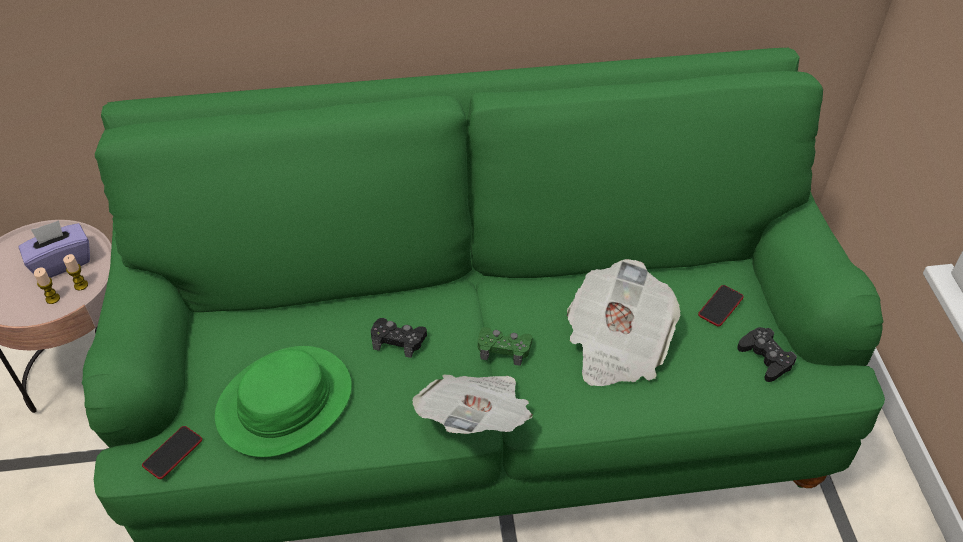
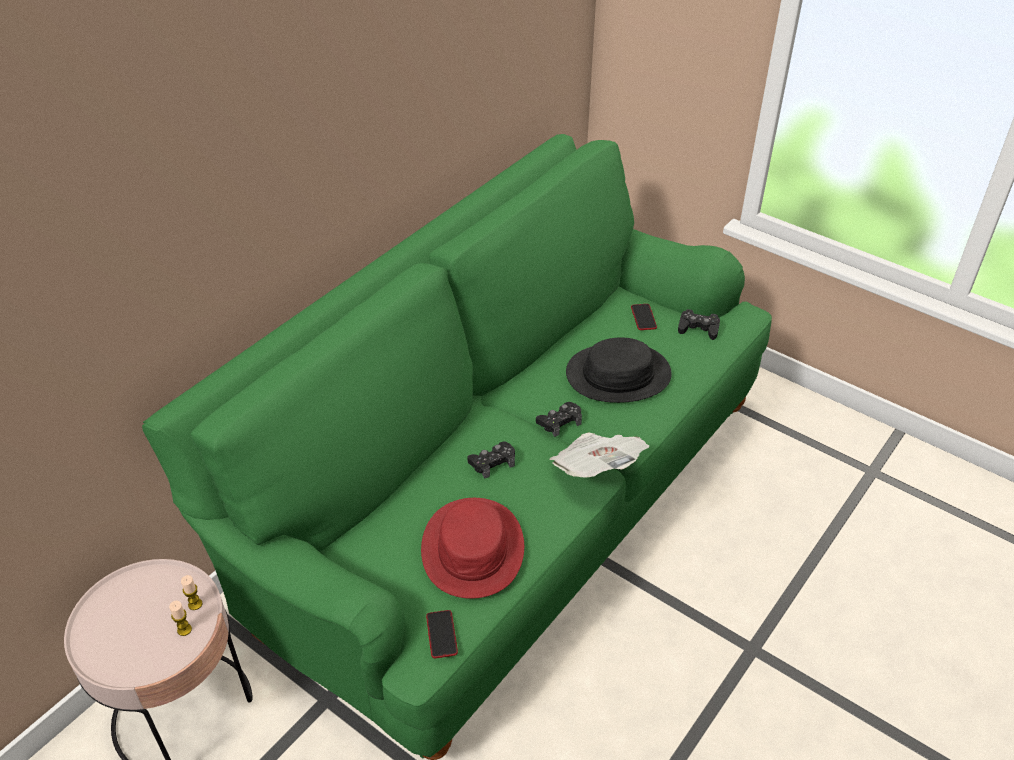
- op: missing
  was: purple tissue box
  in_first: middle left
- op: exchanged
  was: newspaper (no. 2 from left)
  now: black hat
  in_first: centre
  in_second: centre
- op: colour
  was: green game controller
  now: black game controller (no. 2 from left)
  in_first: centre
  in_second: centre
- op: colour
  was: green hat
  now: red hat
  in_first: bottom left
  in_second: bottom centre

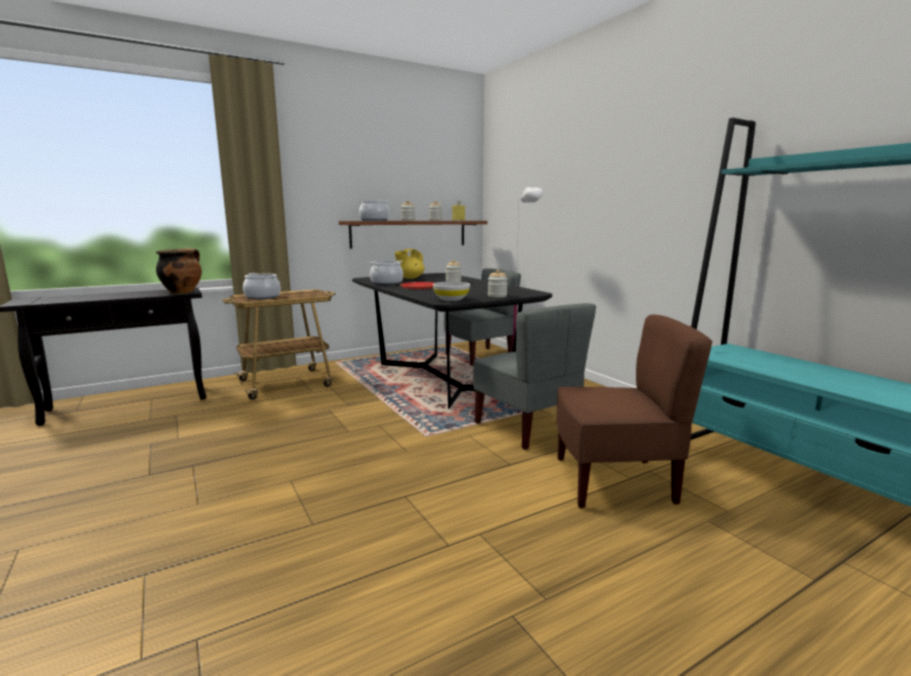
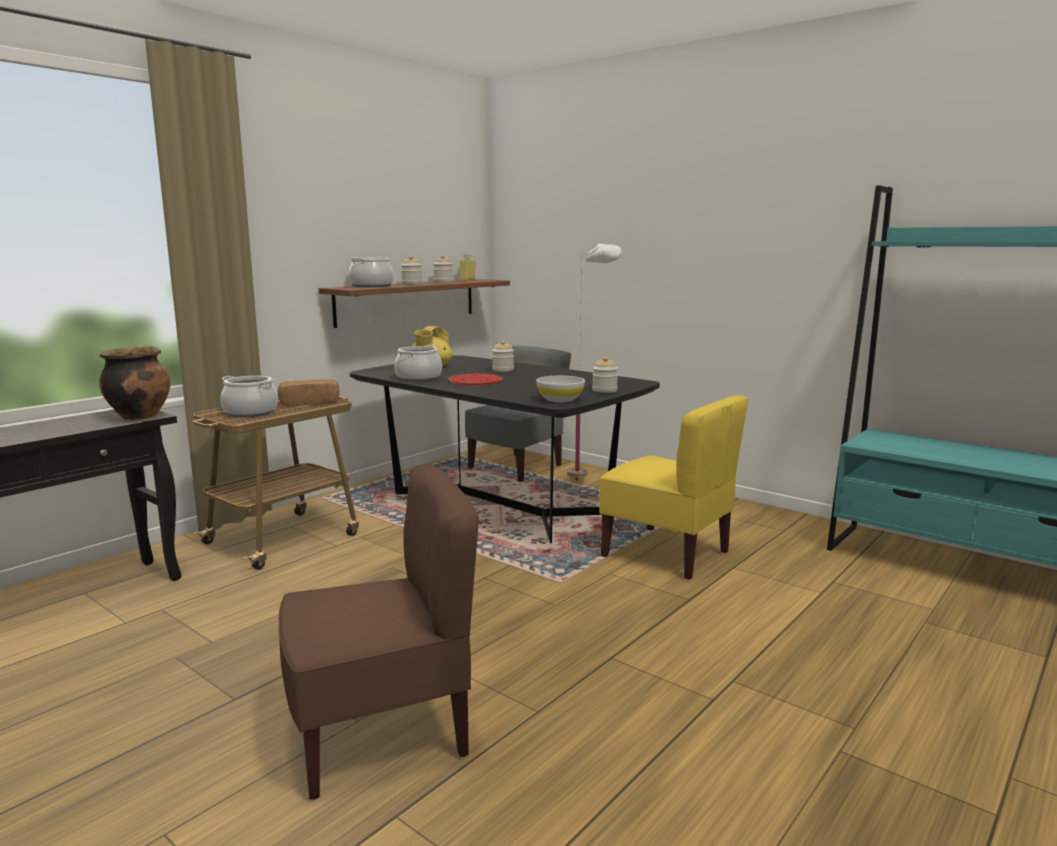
- op: colour
  was: grey chair (no. 2 from left)
  now: yellow chair
  in_first: centre
  in_second: centre
- op: relocated
  was: brown chair
  in_first: middle right
  in_second: bottom centre
- op: appeared
  now: bread
  in_second: middle left

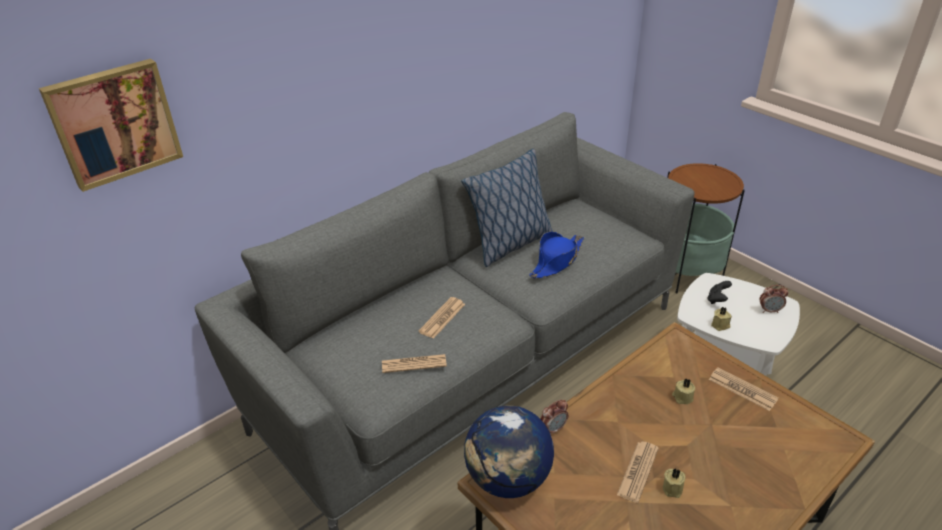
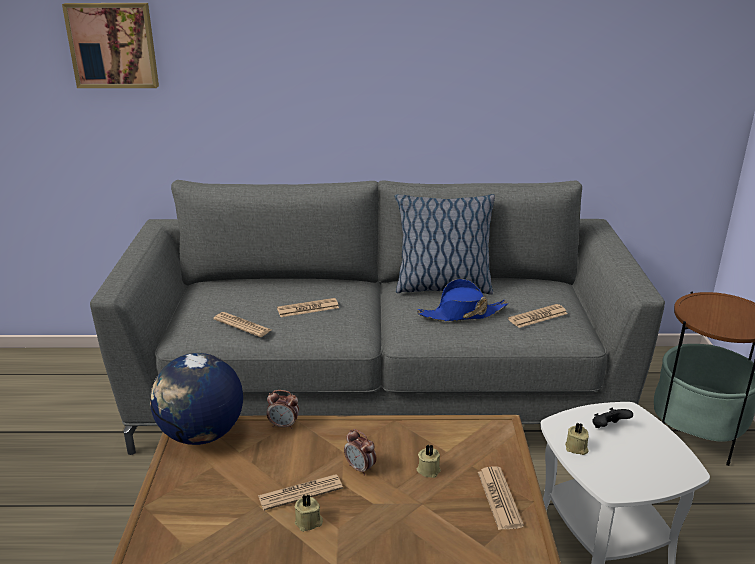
- op: relocated
  was: alarm clock (no. 2 from left)
  in_first: middle right
  in_second: bottom centre
- op: appeared
  now: newspaper (no. 5 from left)
  in_second: middle right

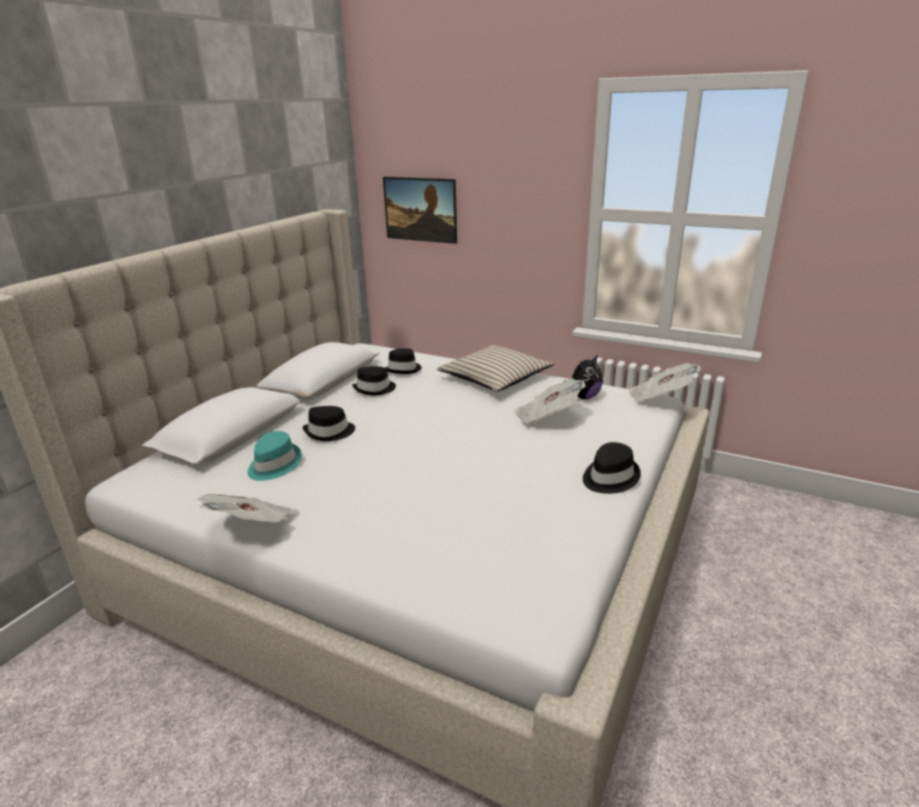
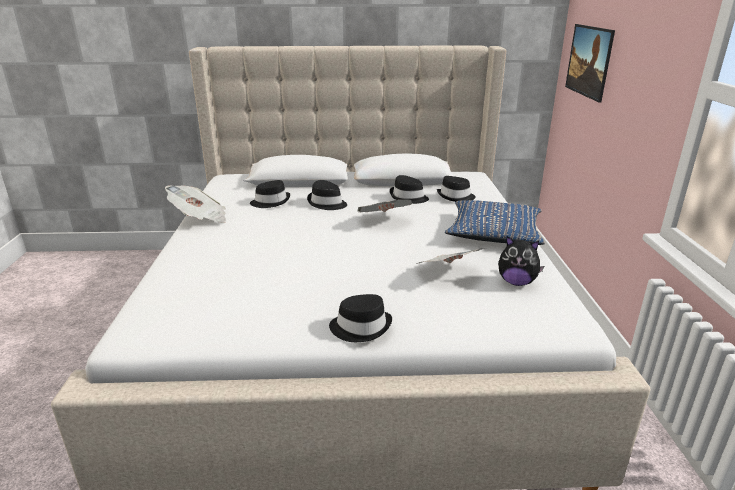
- op: colour
  was: beige pillow
  now: blue pillow
  in_first: centre
  in_second: middle right
- op: relocated
  was: newspaper (no. 3 from left in the first image)
  now: newspaper (no. 2 from left)
  in_first: middle right
  in_second: centre
- op: colour
  was: turquoise hat
  now: black hat (no. 1 from left)
  in_first: middle left
  in_second: centre

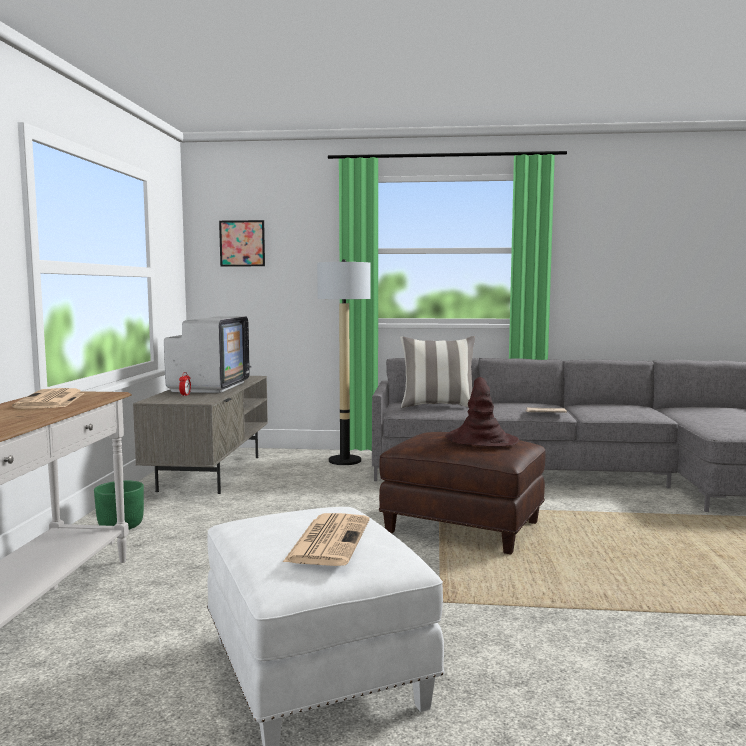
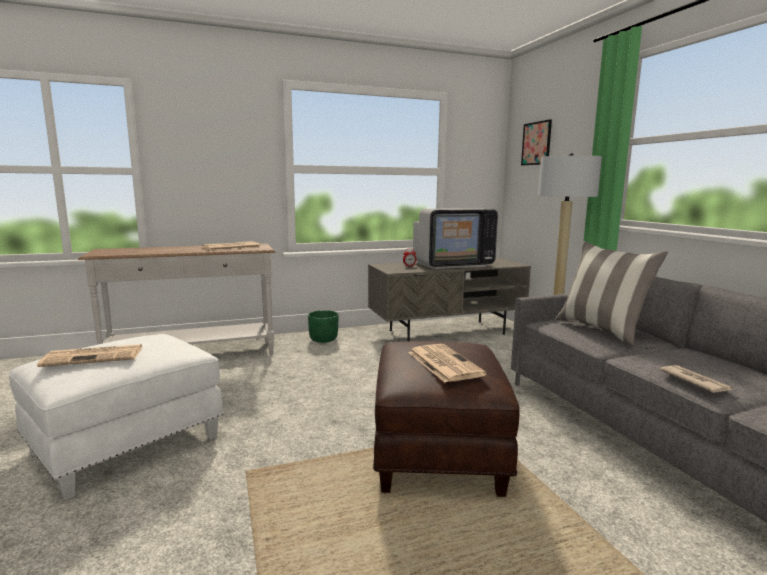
- op: exchanged
  was: brown hat
  now: newspaper (no. 3 from left)
  in_first: centre
  in_second: centre

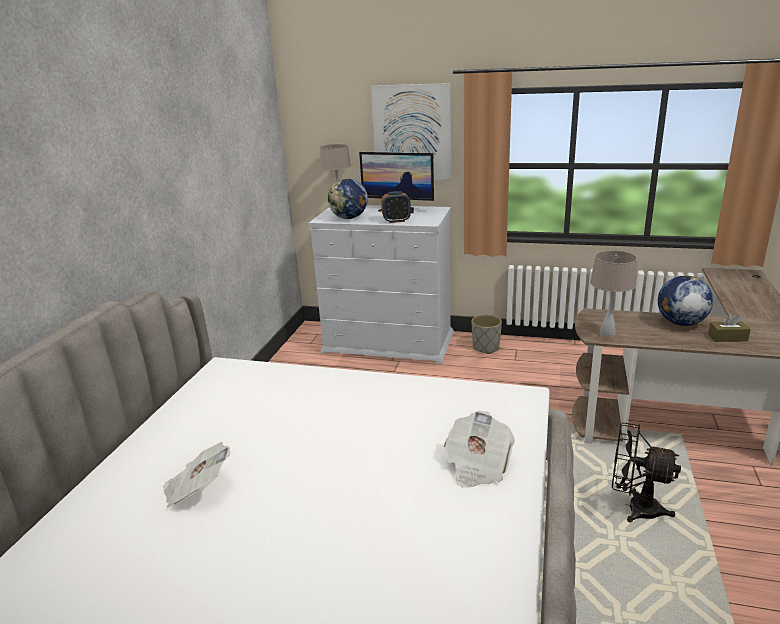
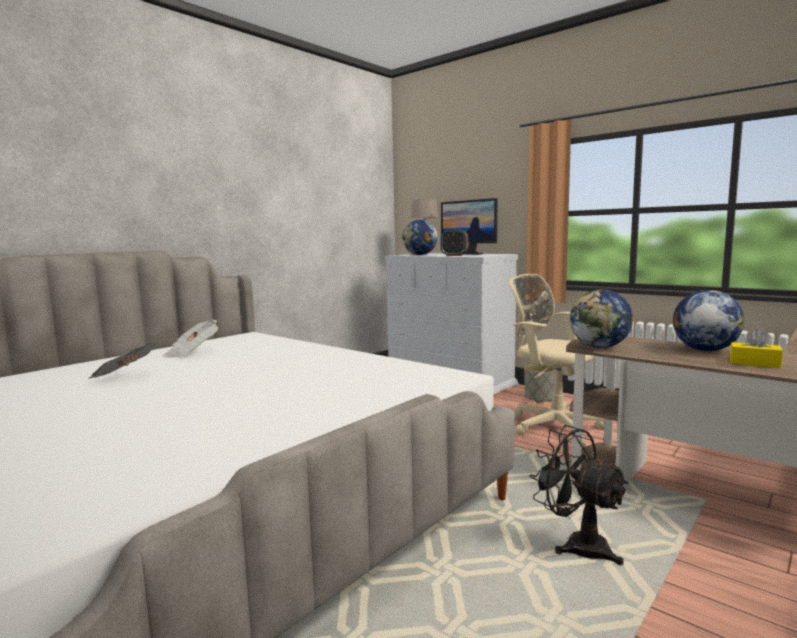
- op: missing
  was: picture
  in_first: top centre
- op: exchanged
  was: beige table lamp (no. 2 from left)
  now: globe (no. 2 from left)
  in_first: middle right
  in_second: middle right
- op: colour
  was: brown tissue box
  now: yellow tissue box
  in_first: middle right
  in_second: middle right
- op: relocated
  was: newspaper (no. 2 from left)
  in_first: bottom centre
  in_second: middle left
- op: appeared
  now: beige office chair
  in_second: middle right

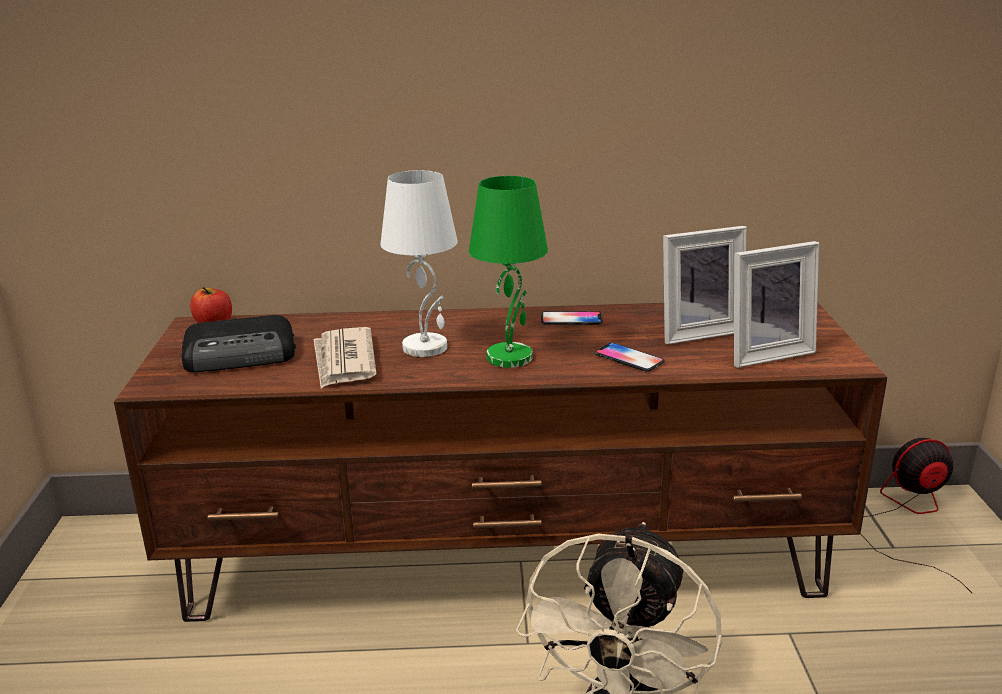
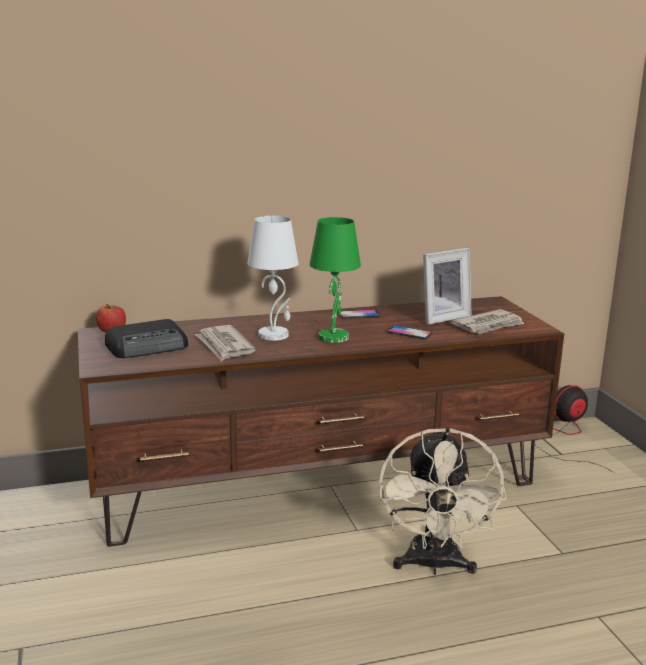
- op: exchanged
  was: picture frame (no. 2 from left)
  now: newspaper (no. 2 from left)
  in_first: middle right
  in_second: middle right

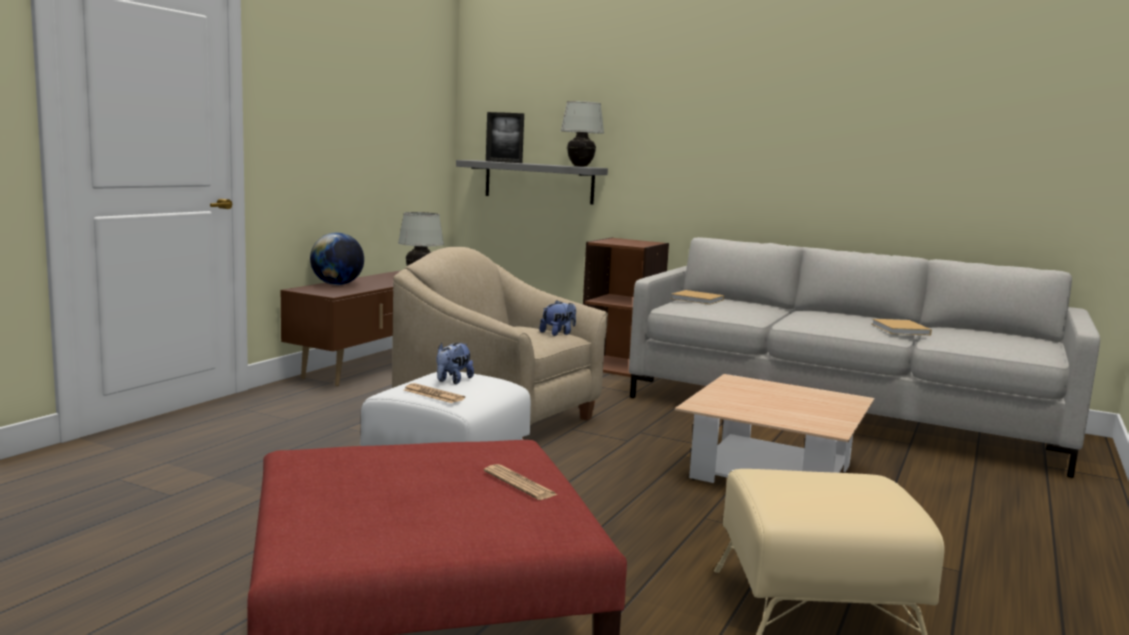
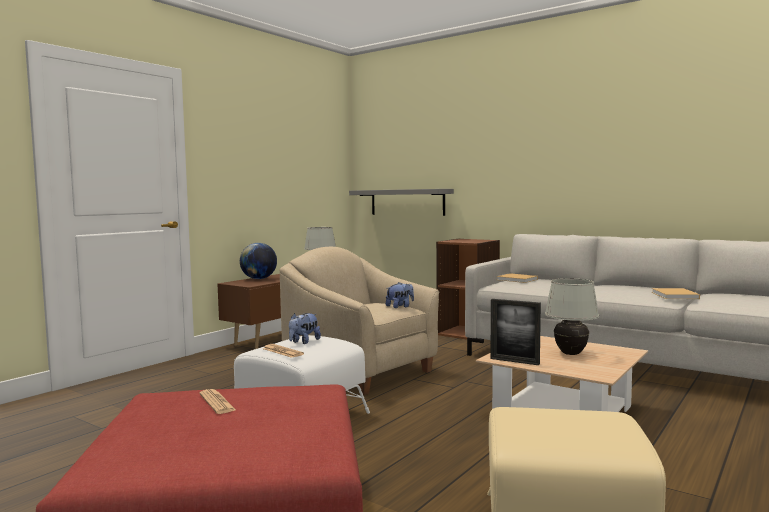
- op: relocated
  was: white table lamp (no. 2 from left)
  in_first: top centre
  in_second: middle right
- op: relocated
  was: picture frame
  in_first: top centre
  in_second: middle right
- op: relocated
  was: newspaper (no. 2 from left in the first image)
  now: newspaper (no. 1 from left)
  in_first: bottom centre
  in_second: bottom left

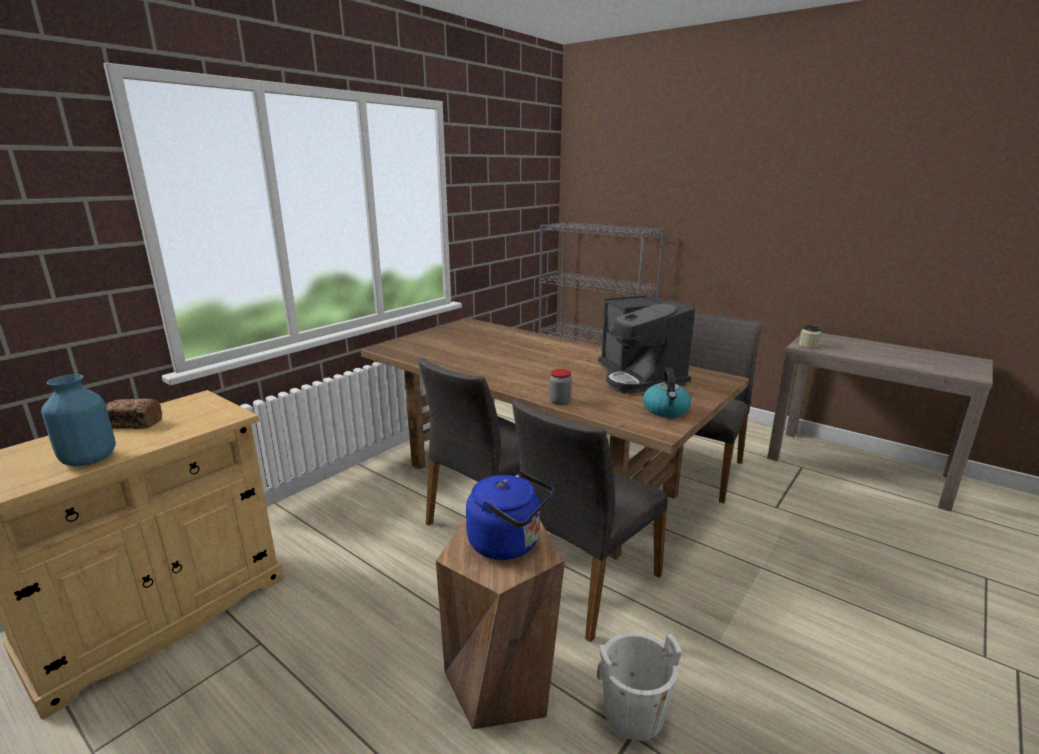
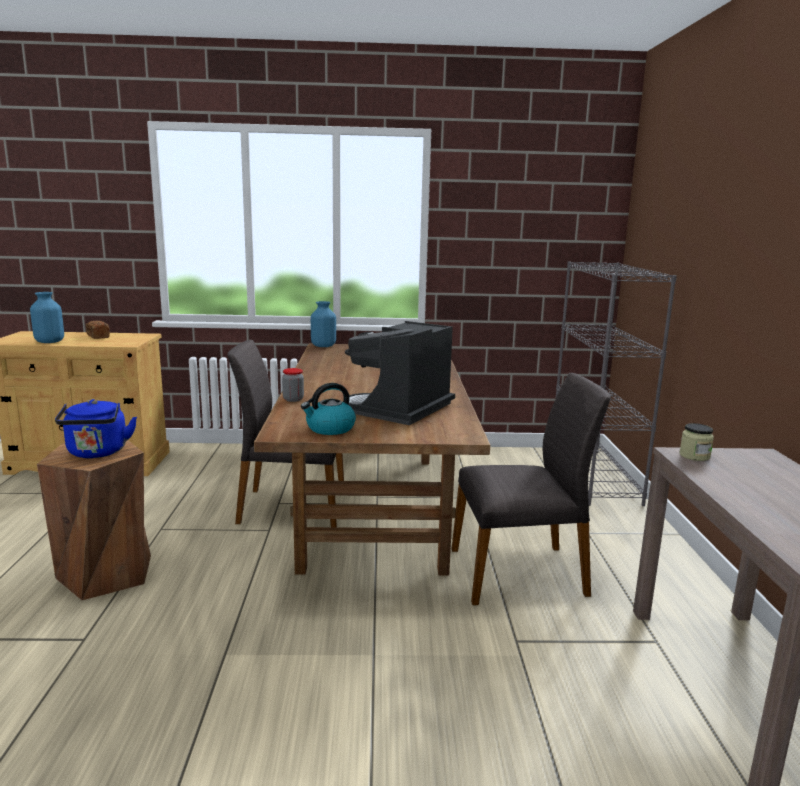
- op: missing
  was: grey chair (no. 2 from left)
  in_first: bottom centre
- op: missing
  was: white bucket
  in_first: bottom centre
- op: appeared
  now: blue vase (no. 2 from left)
  in_second: centre

